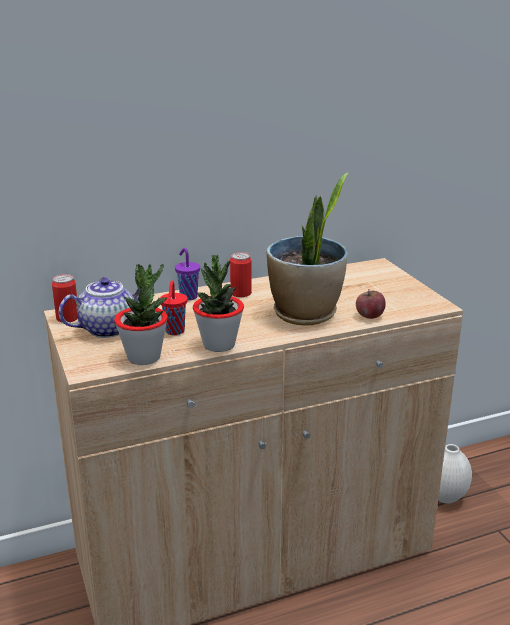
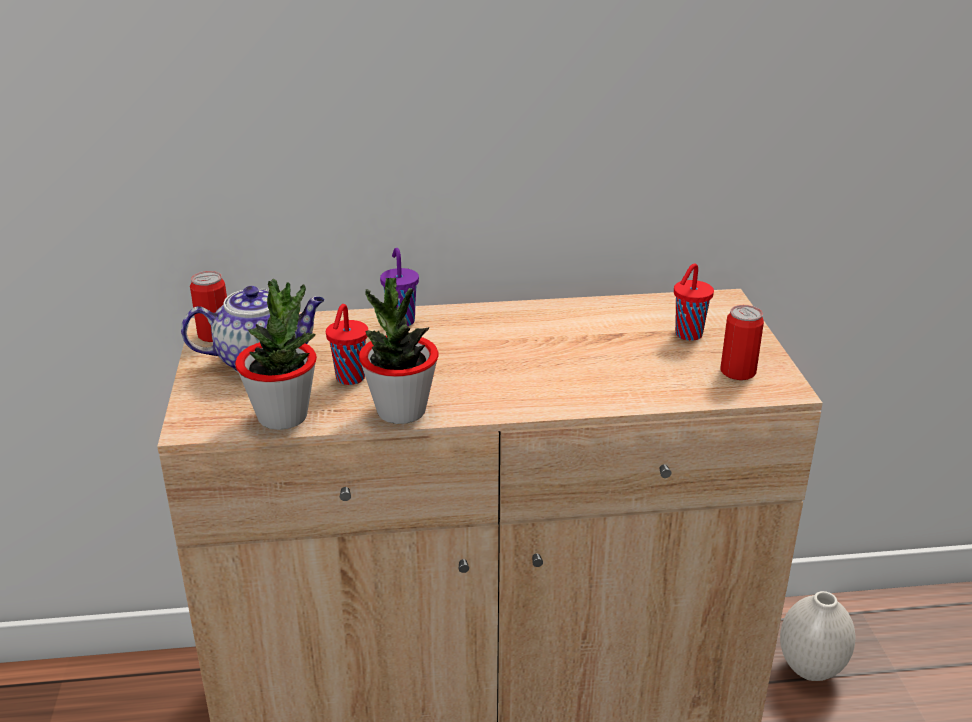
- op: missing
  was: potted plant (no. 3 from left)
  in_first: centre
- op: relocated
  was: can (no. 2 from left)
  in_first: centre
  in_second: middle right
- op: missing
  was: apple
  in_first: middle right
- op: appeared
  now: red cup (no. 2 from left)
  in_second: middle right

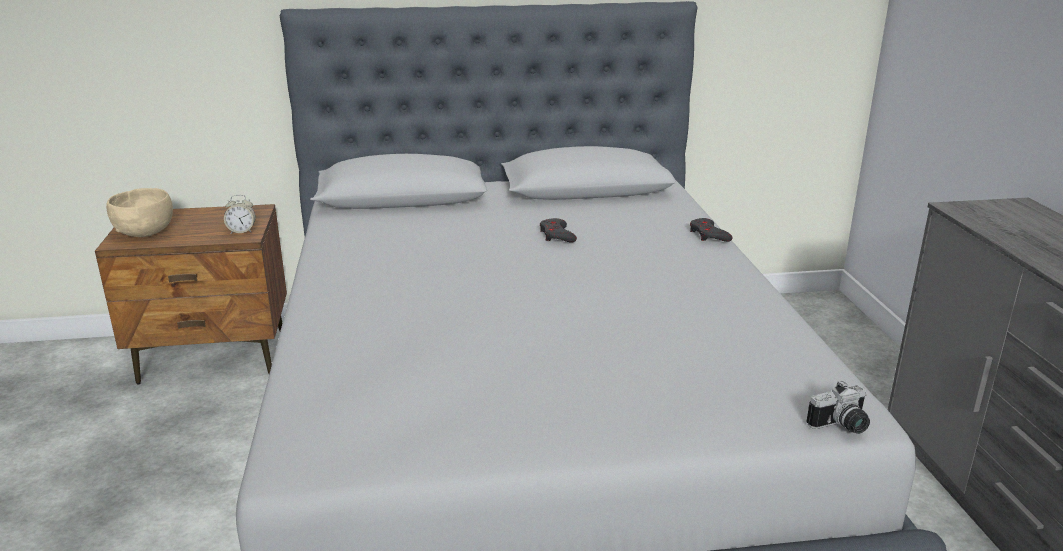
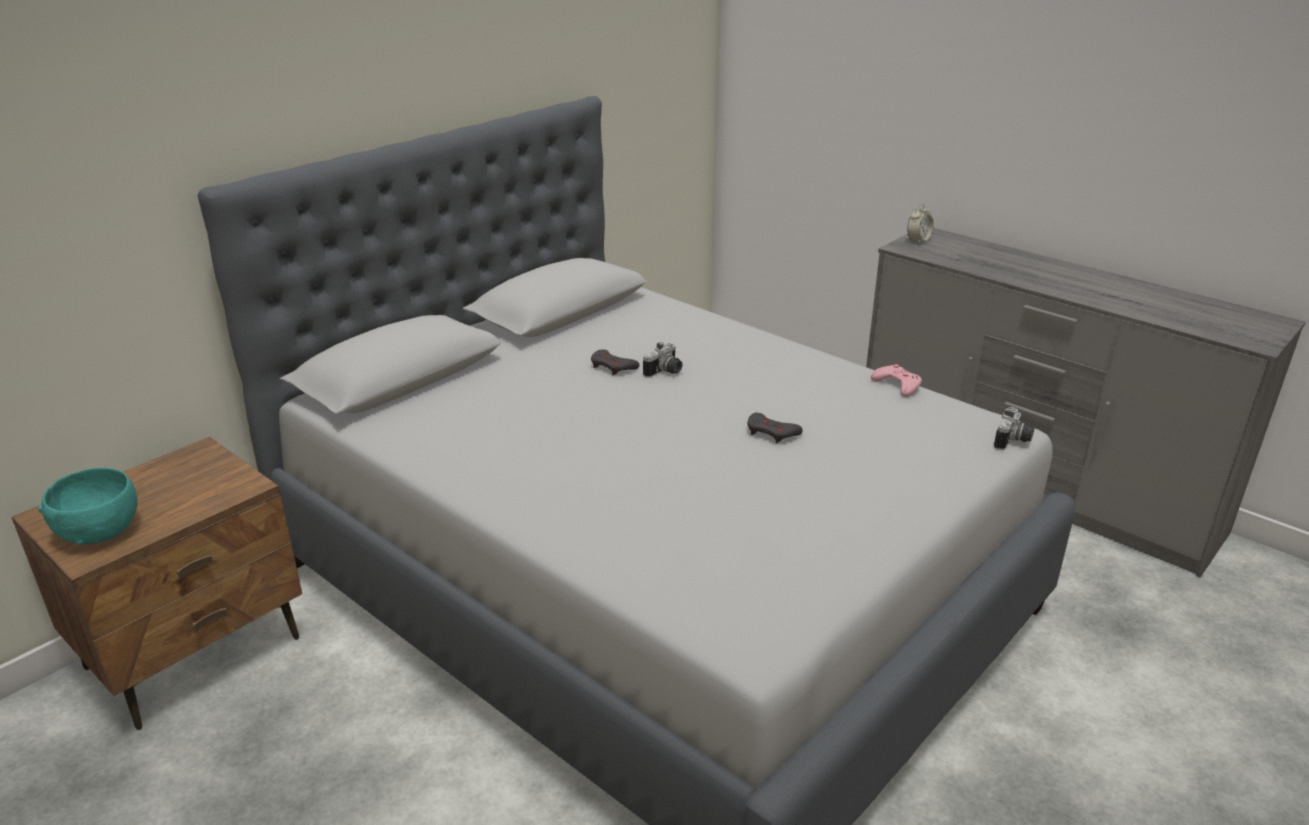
- op: colour
  was: beige bowl
  now: turquoise bowl
  in_first: middle left
  in_second: middle left
- op: relocated
  was: alarm clock
  in_first: middle left
  in_second: top right
- op: relocated
  was: grey game controller (no. 2 from left)
  in_first: middle right
  in_second: centre
- op: appeared
  now: photo camera (no. 1 from left)
  in_second: centre
- op: appeared
  now: pink game controller
  in_second: middle right

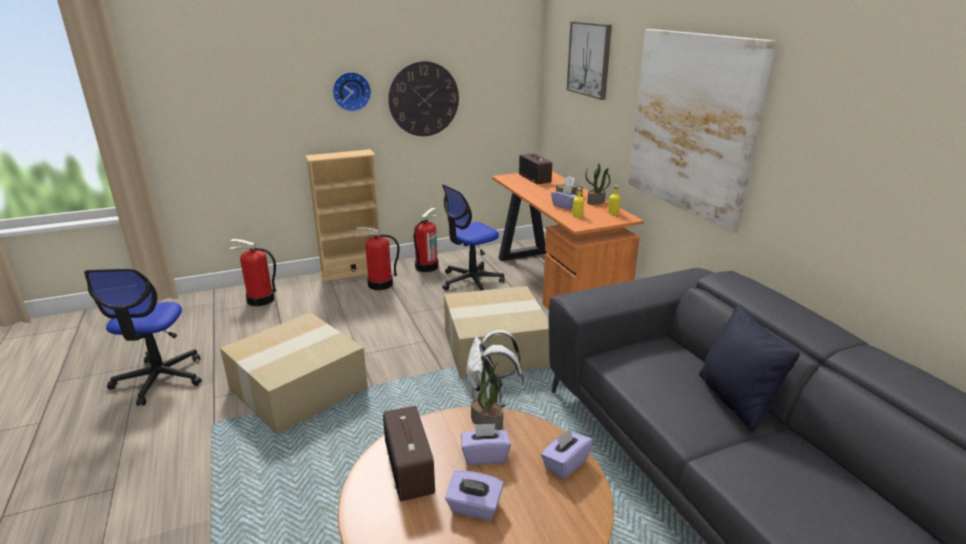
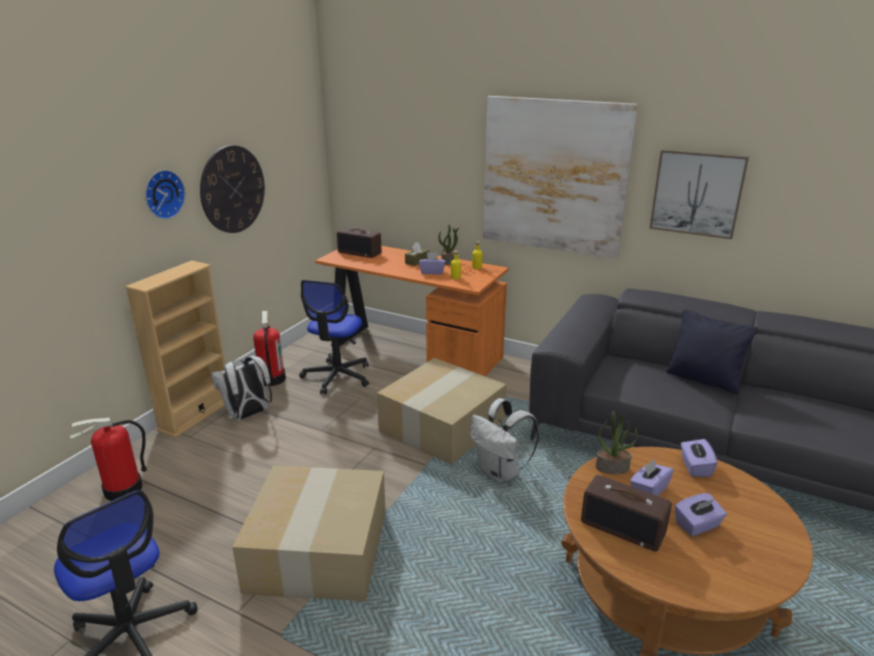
- op: relocated
  was: picture (no. 1 from left in the first image)
  now: picture (no. 2 from left)
  in_first: top centre
  in_second: top right
- op: exchanged
  was: fire extinguisher (no. 2 from left)
  now: white backpack (no. 1 from left)
  in_first: centre
  in_second: middle left

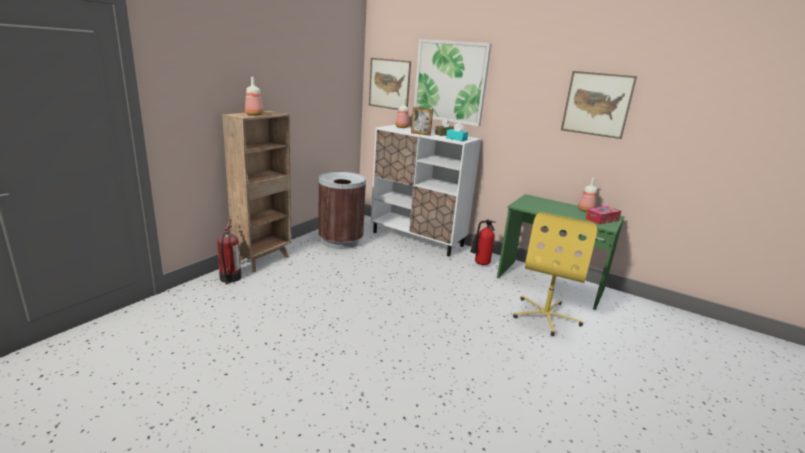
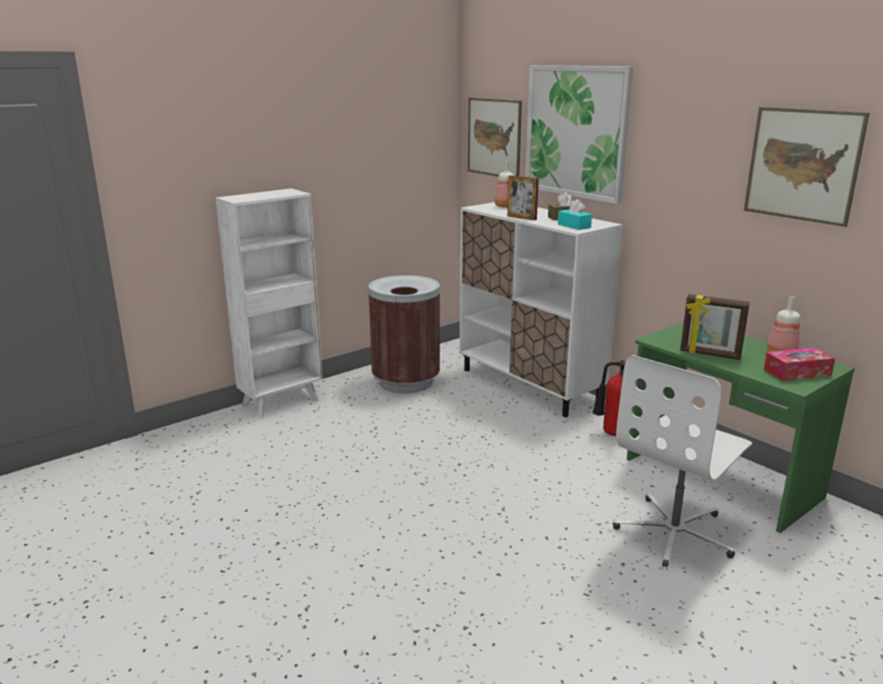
- op: missing
  was: bottle (no. 1 from left)
  in_first: top left
- op: colour
  was: brown bookcase
  now: white bookcase
  in_first: middle left
  in_second: middle left
- op: colour
  was: yellow office chair
  now: white office chair
  in_first: middle right
  in_second: bottom right
- op: missing
  was: fire extinguisher (no. 1 from left)
  in_first: middle left
- op: appeared
  now: picture frame (no. 2 from left)
  in_second: middle right

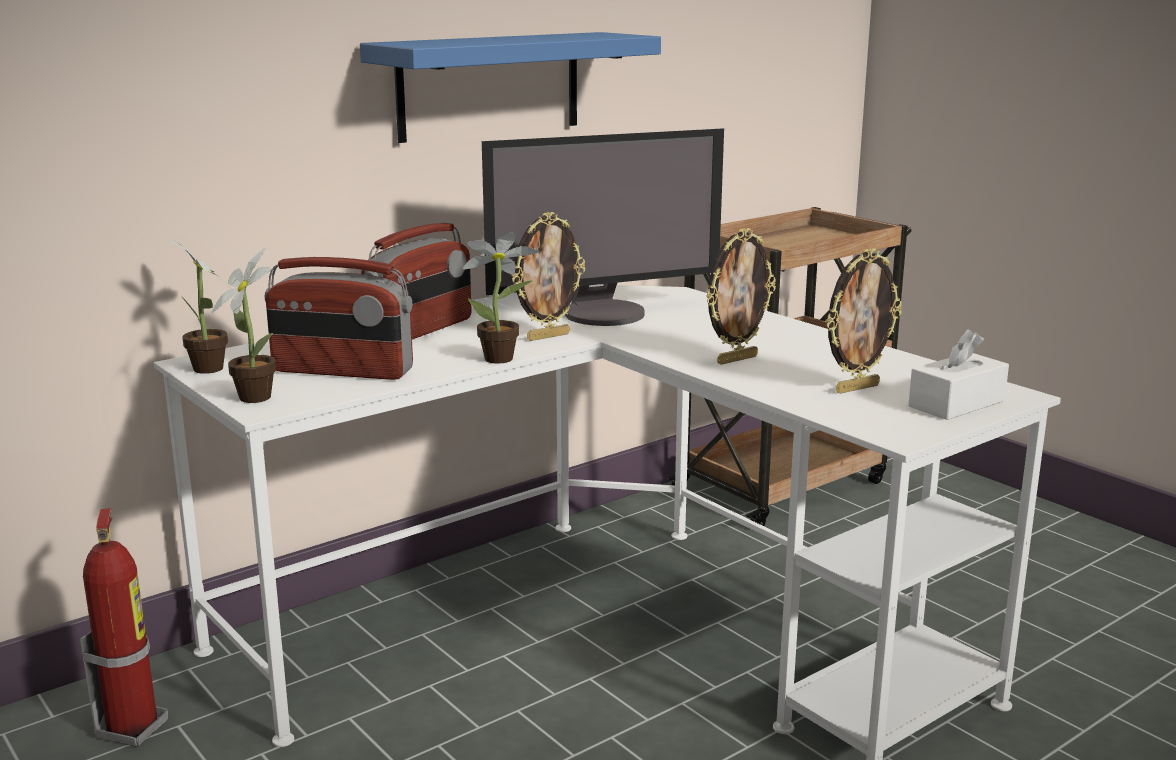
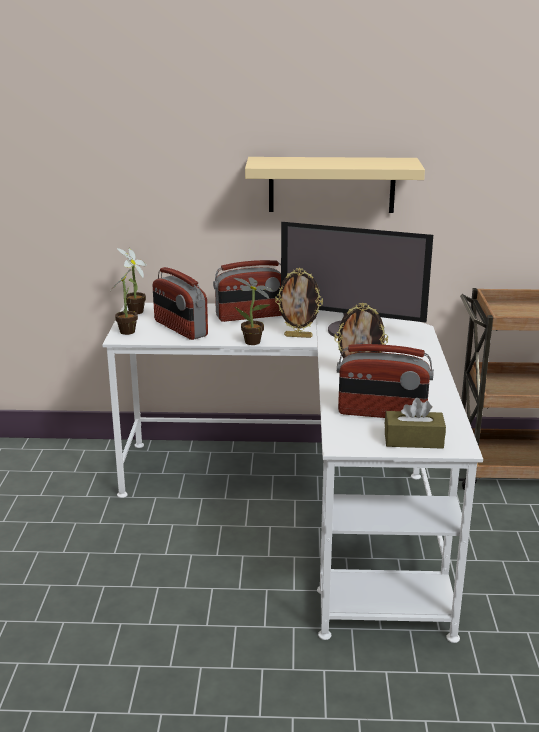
- op: colour
  was: blue shelf
  now: beige shelf
  in_first: top centre
  in_second: top centre
- op: exchanged
  was: picture frame (no. 3 from left)
  now: radio (no. 3 from left)
  in_first: middle right
  in_second: middle right
- op: colour
  was: white tissue box
  now: brown tissue box
  in_first: middle right
  in_second: middle right
- op: missing
  was: fire extinguisher
  in_first: bottom left

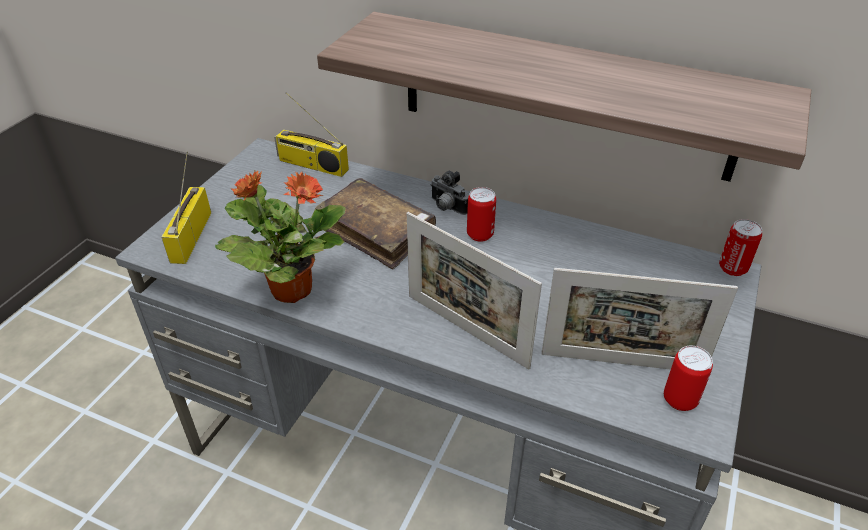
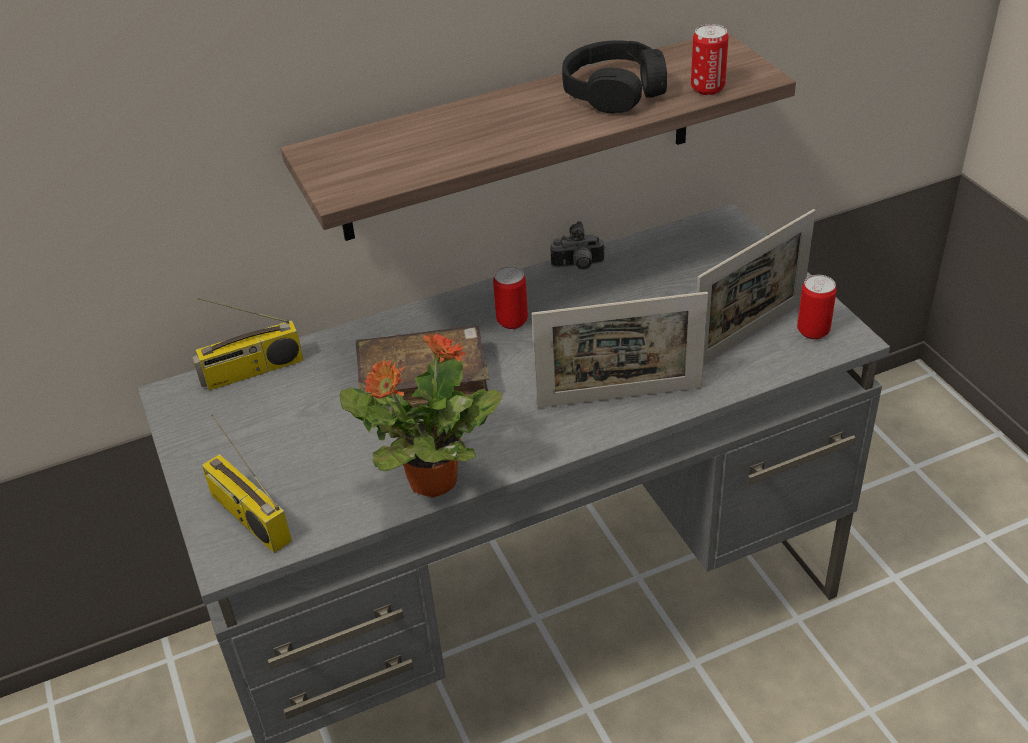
- op: relocated
  was: photo camera
  in_first: centre
  in_second: top centre
- op: relocated
  was: can (no. 3 from left in the first image)
  now: can (no. 2 from left)
  in_first: middle right
  in_second: top right
- op: appeared
  now: black headphones
  in_second: top centre

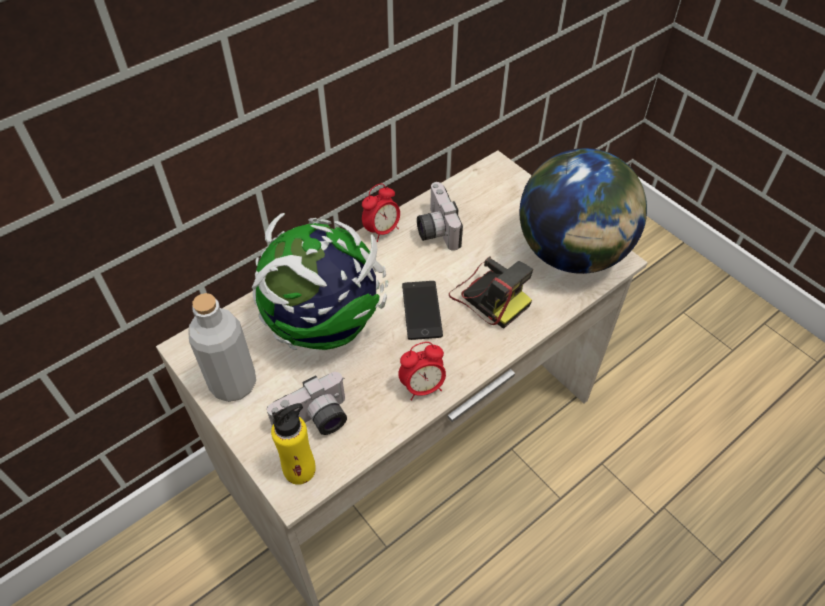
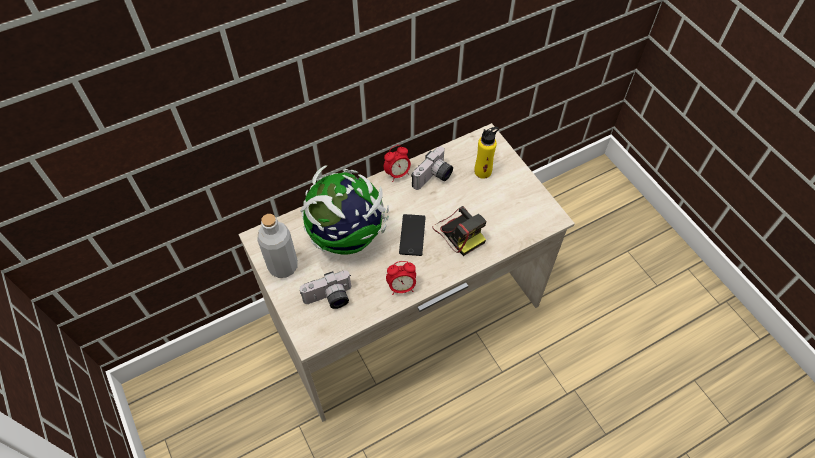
- op: missing
  was: globe (no. 2 from left)
  in_first: middle right
- op: spun
  was: photo camera (no. 2 from left)
  in_first: centre
  in_second: centre
  clockwise: -135
- op: relocated
  was: yellow bottle
  in_first: bottom centre
  in_second: centre

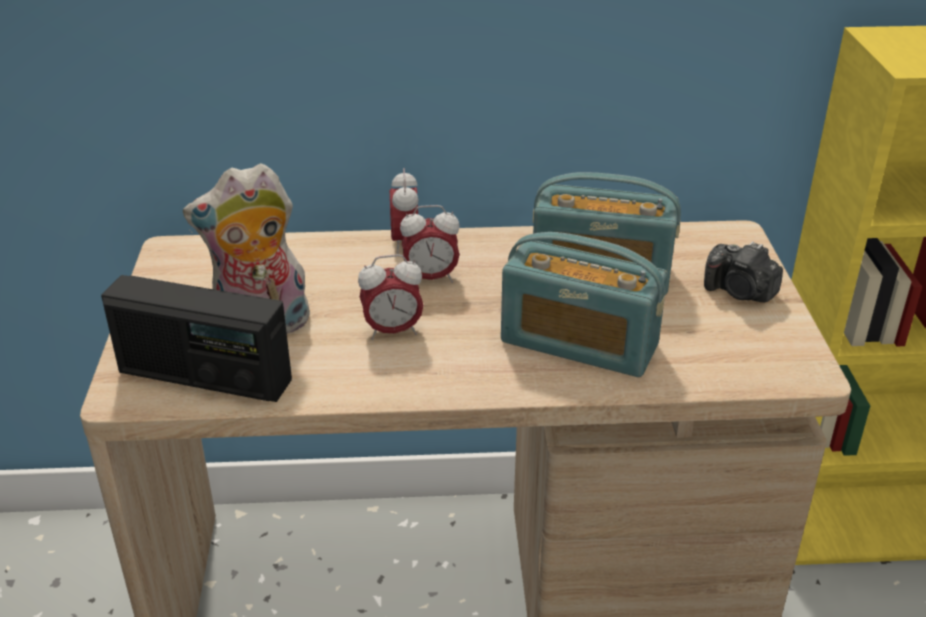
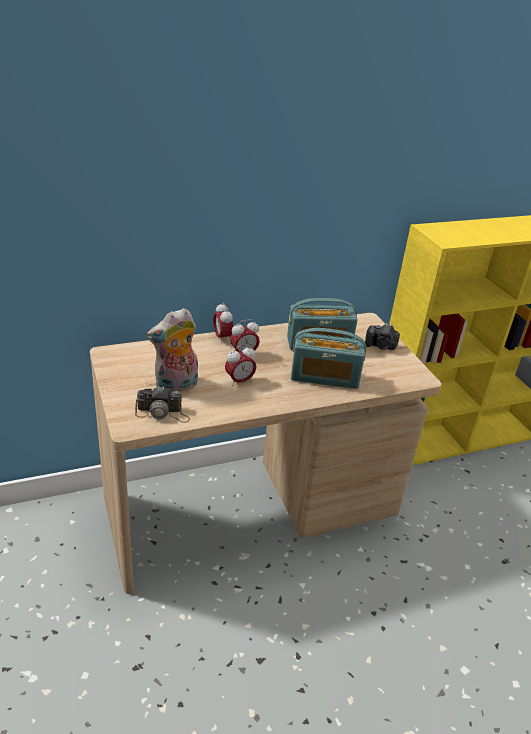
- op: exchanged
  was: radio (no. 1 from left)
  now: photo camera (no. 1 from left)
  in_first: middle left
  in_second: middle left

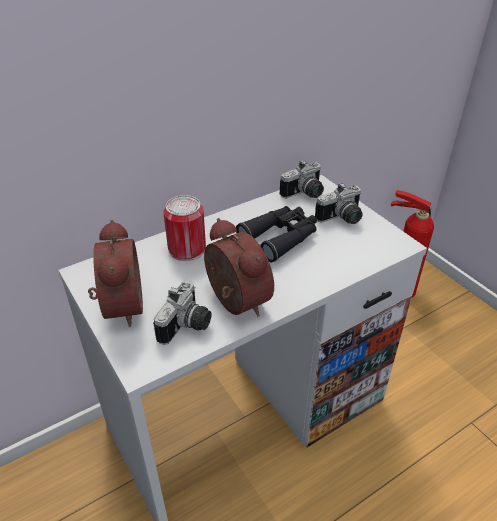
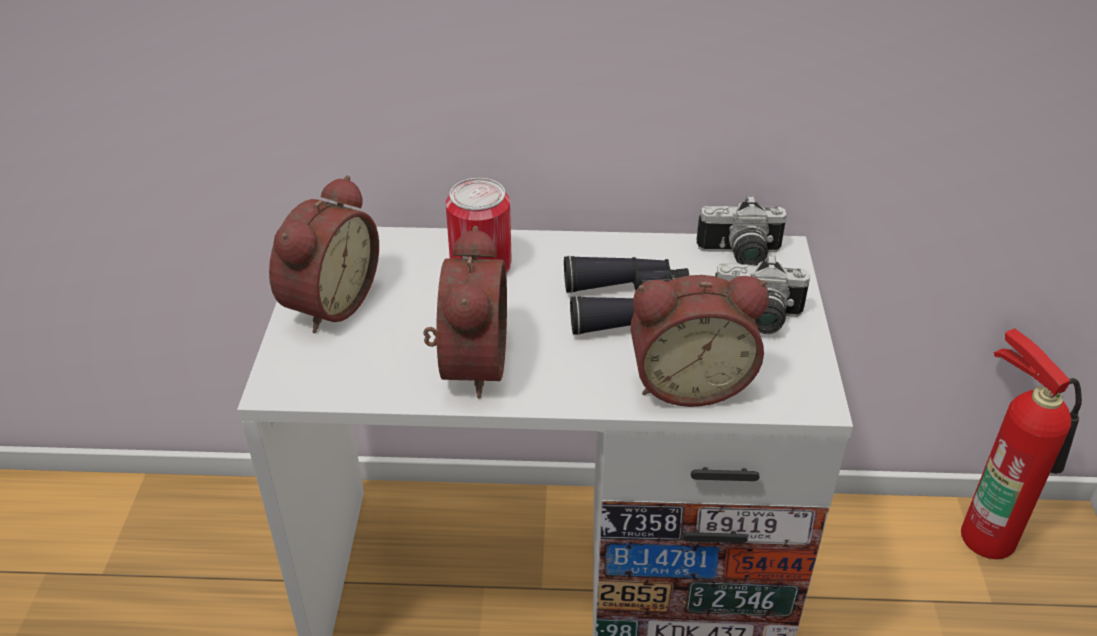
- op: missing
  was: photo camera (no. 1 from left)
  in_first: centre
- op: appeared
  now: alarm clock (no. 3 from left)
  in_second: centre

